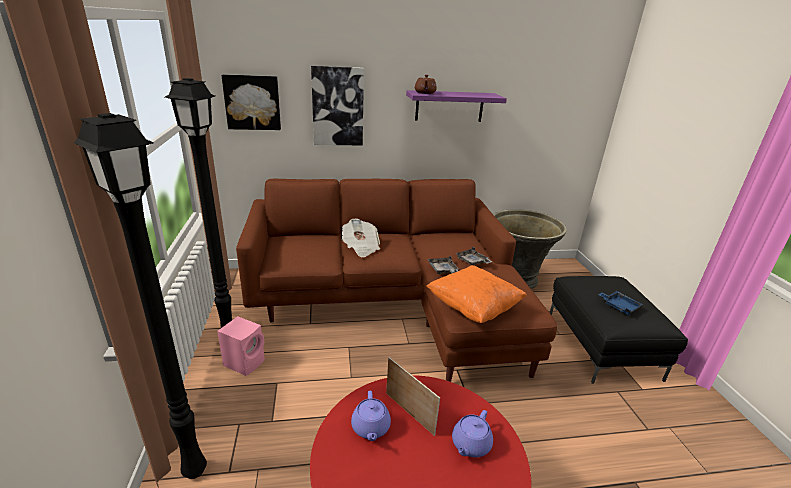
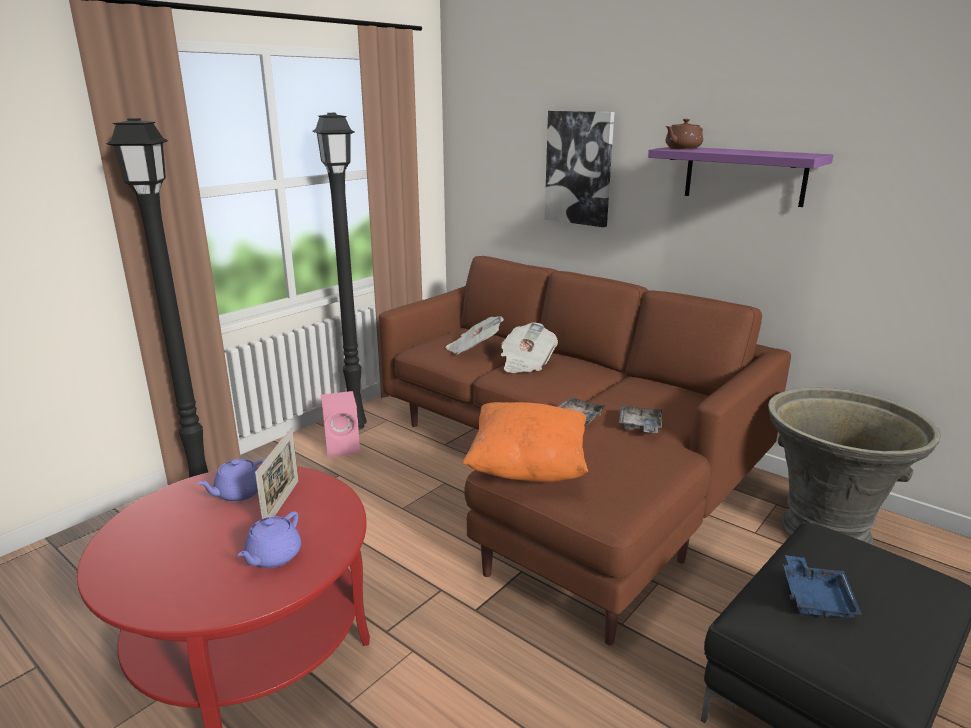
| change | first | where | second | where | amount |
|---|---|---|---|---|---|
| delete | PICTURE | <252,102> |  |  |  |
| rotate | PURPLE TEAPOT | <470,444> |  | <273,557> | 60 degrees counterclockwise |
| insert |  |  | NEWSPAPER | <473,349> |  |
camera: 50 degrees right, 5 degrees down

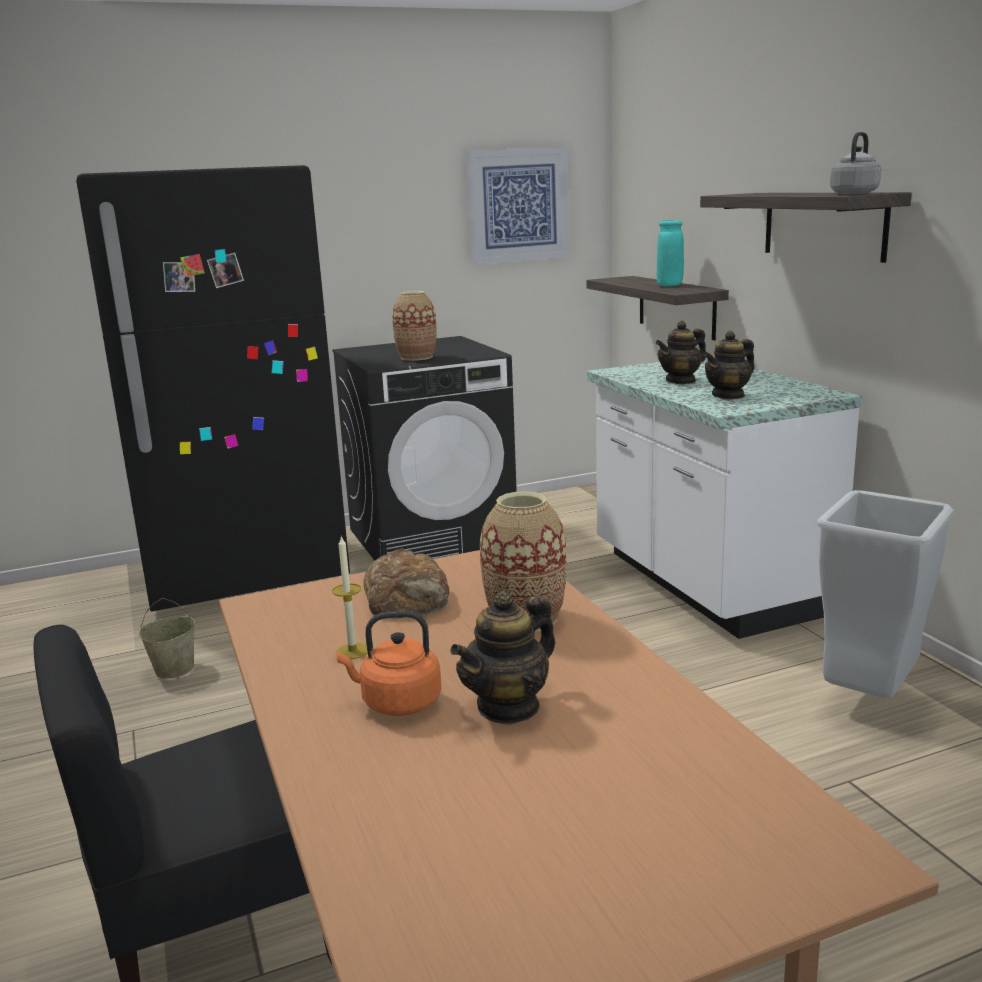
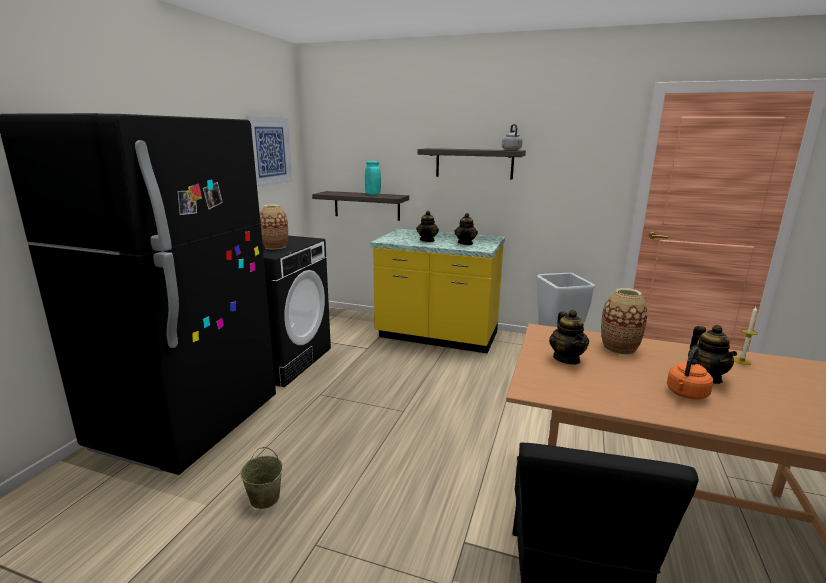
| change | first | where | second | where | amount |
|---|---|---|---|---|---|
| recolor | WHITE COUNTER | <706,583> | YELLOW COUNTER | <437,336> |  |
| move | CANDLE | <352,651> |  | <742,361> |  |
| replace | BREAD | <409,597> | TEAPOT | <567,359> |  |
camera: 50 degrees left, 0 degrees up

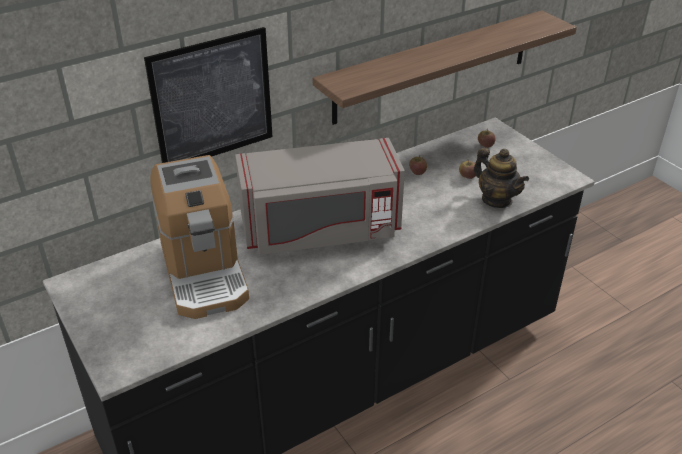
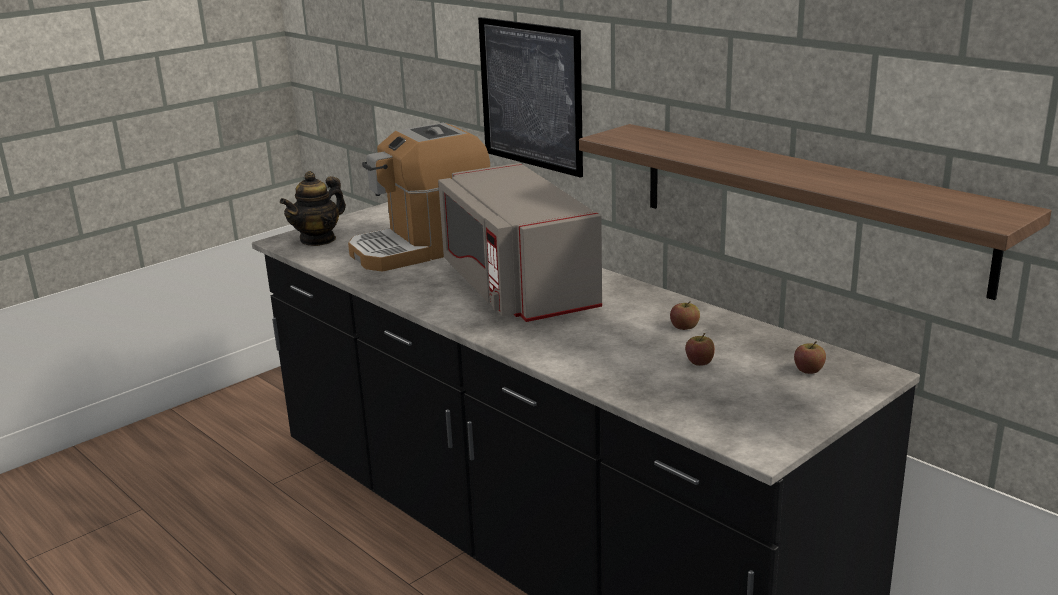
| change | first | where | second | where | amount |
|---|---|---|---|---|---|
| move | TEAPOT | <496,200> |  | <318,239> |  |
camera: 80 degrees right, 15 degrees down

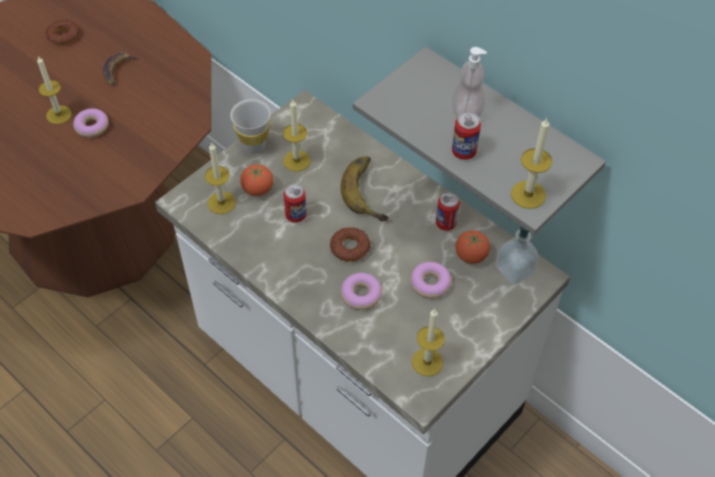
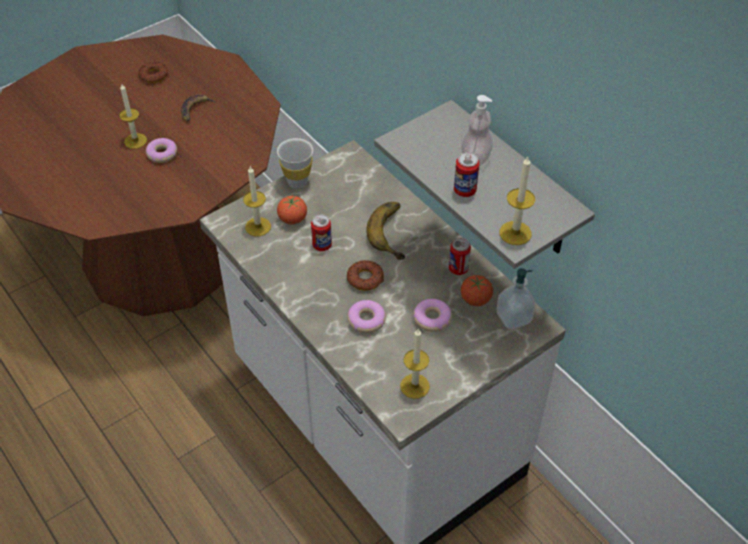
| change | first | where | second | where | amount |
|---|---|---|---|---|---|
| delete | CANDLE | <296,161> |  |  |  |
camera: 10 degrees right, 5 degrees down

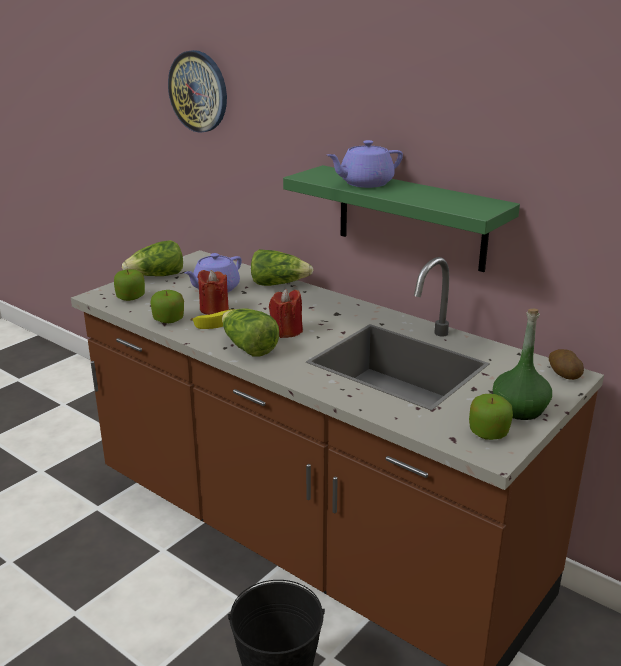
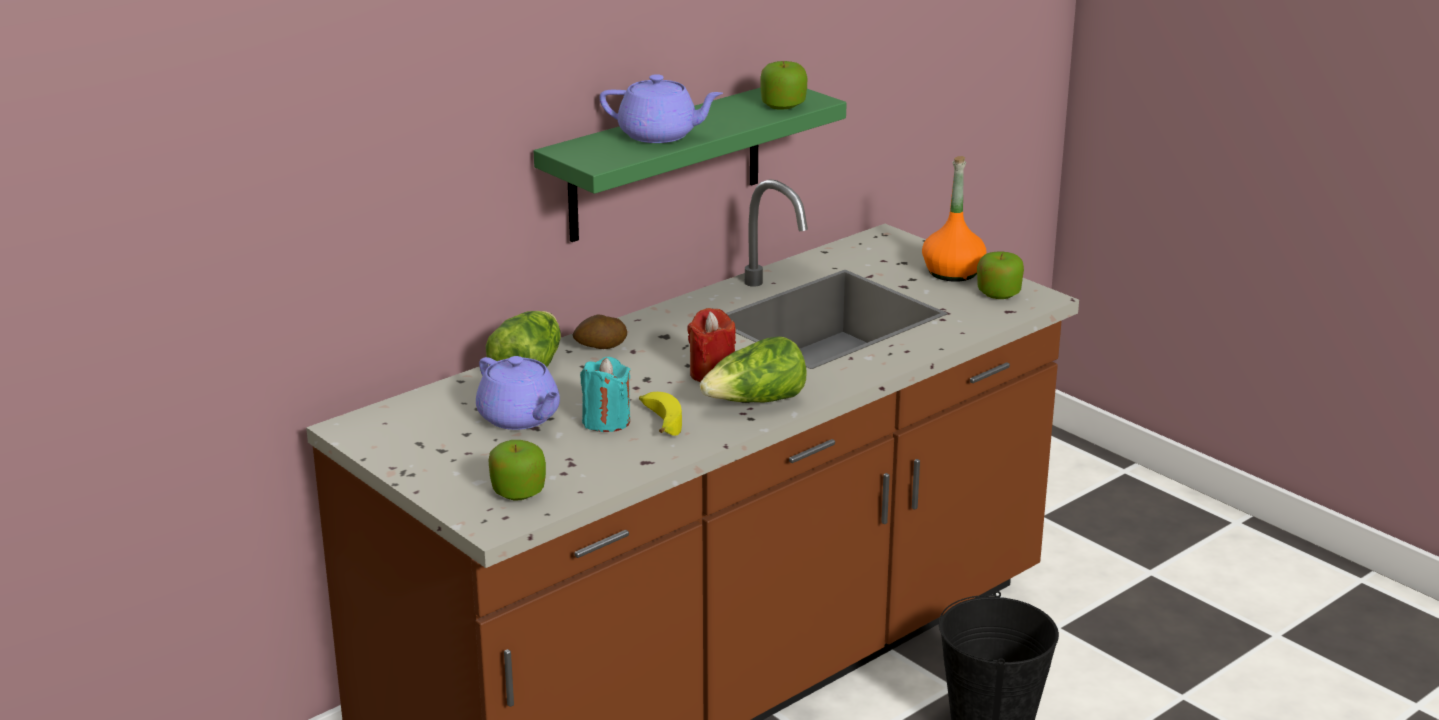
| change | first | where | second | where | amount |
|---|---|---|---|---|---|
| delete | WALL CLOCK | <198,91> |  |  |  |
| rotate | PURPLE TEAPOT | <365,183> |  | <660,135> | 60 degrees counterclockwise |
| delete | LETTUCE | <157,276> |  |  |  |
| recolor | RED CANDLE | <214,309> | TURQUOISE CANDLE | <606,421> |  |
| move | APPLE | <168,320> |  | <783,105> |  |
| recolor | GREEN BOTTLE | <519,409> | ORANGE BOTTLE | <952,272> |  |
| move | POTATO | <563,374> |  | <600,347> |  |
camera: 80 degrees left, 0 degrees up

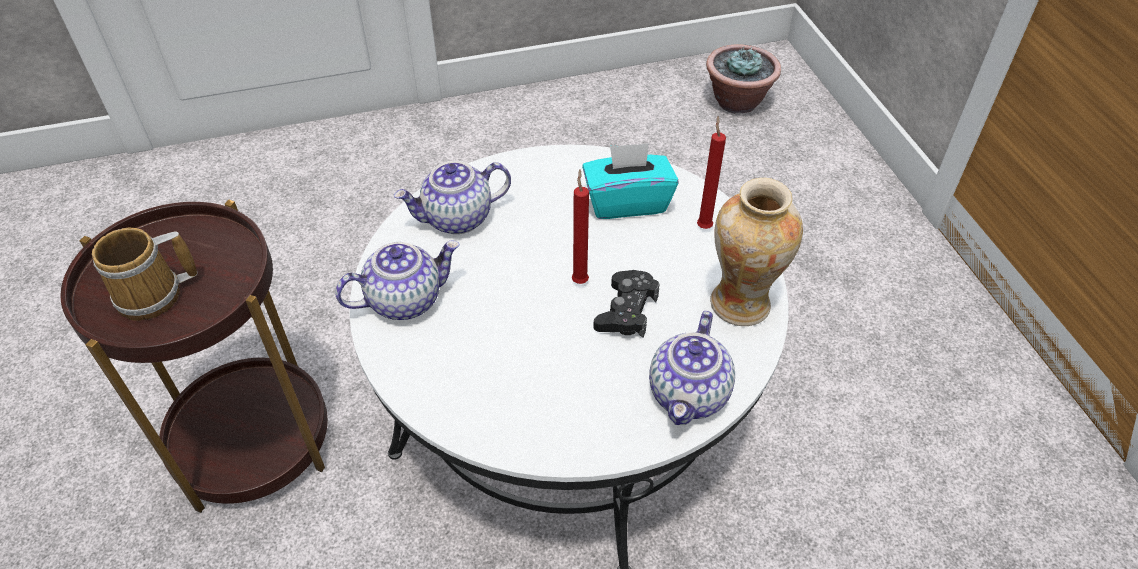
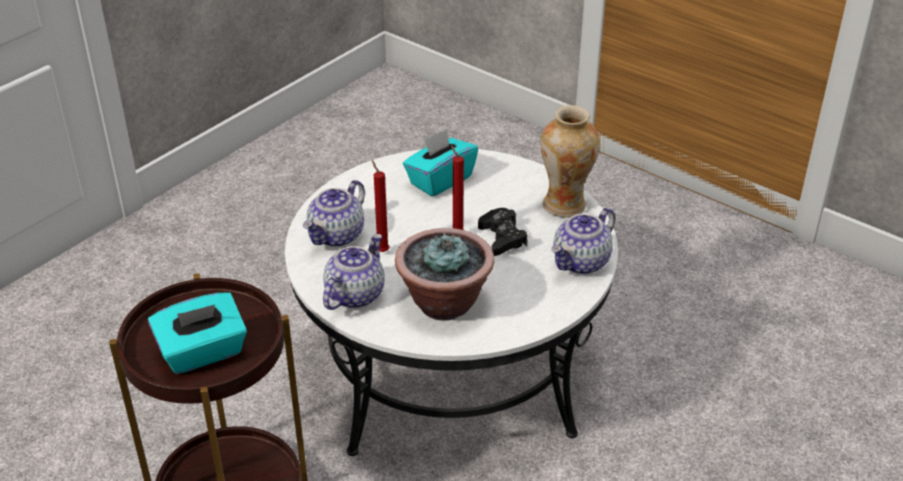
| change | first | where | second | where | amount |
|---|---|---|---|---|---|
| move | POTTED PLANT | <737,102> |  | <444,303> |  |
| move | RED CANDLE | <704,226> |  | <381,250> |  |
| replace | MUG | <154,296> | TURQUOISE TISSUE BOX | <203,353> |  |
| rotate | TEAPOT | <689,395> |  | <581,262> | 60 degrees clockwise |
camera: 35 degrees left, 10 degrees down

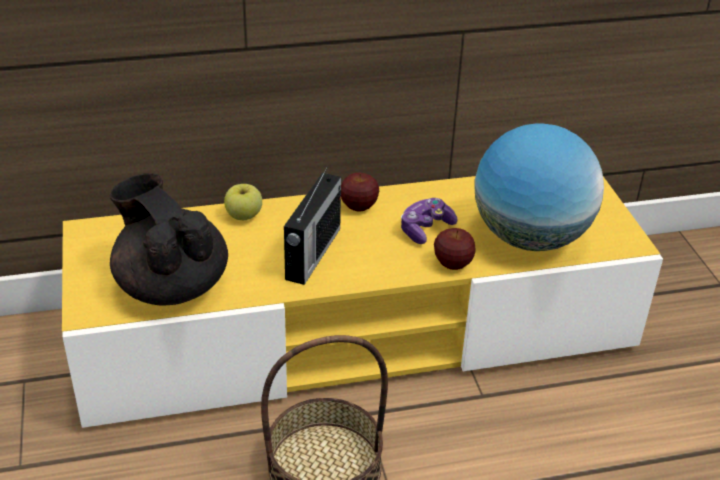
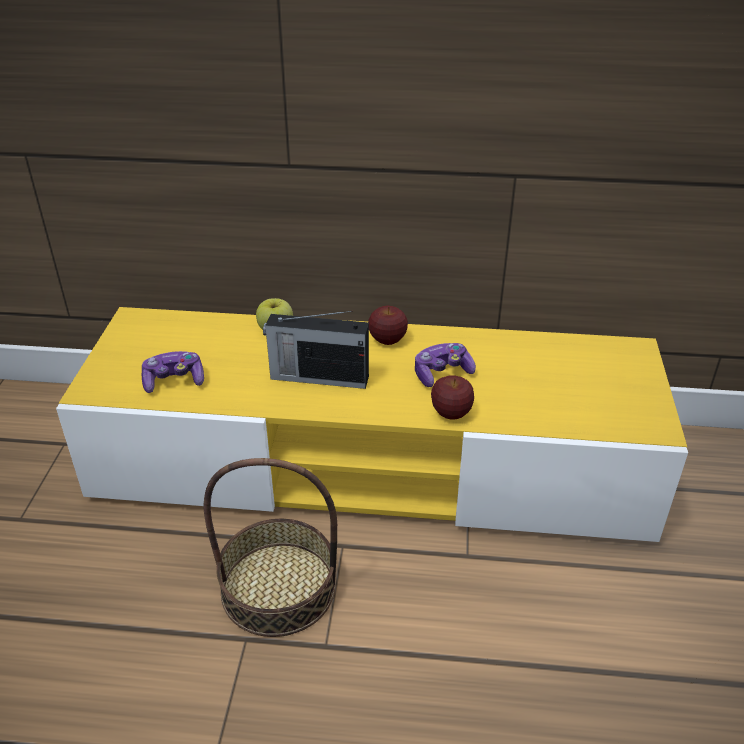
| change | first | where | second | where | amount |
|---|---|---|---|---|---|
| delete | GLOBE | <530,237> |  |  |  |
| rotate | RADIO | <312,254> |  | <317,377> | 60 degrees clockwise |
| replace | BLACK TEAPOT | <171,285> | GAME CONTROLLER | <174,381> |  |
camera: 20 degrees right, 0 degrees up

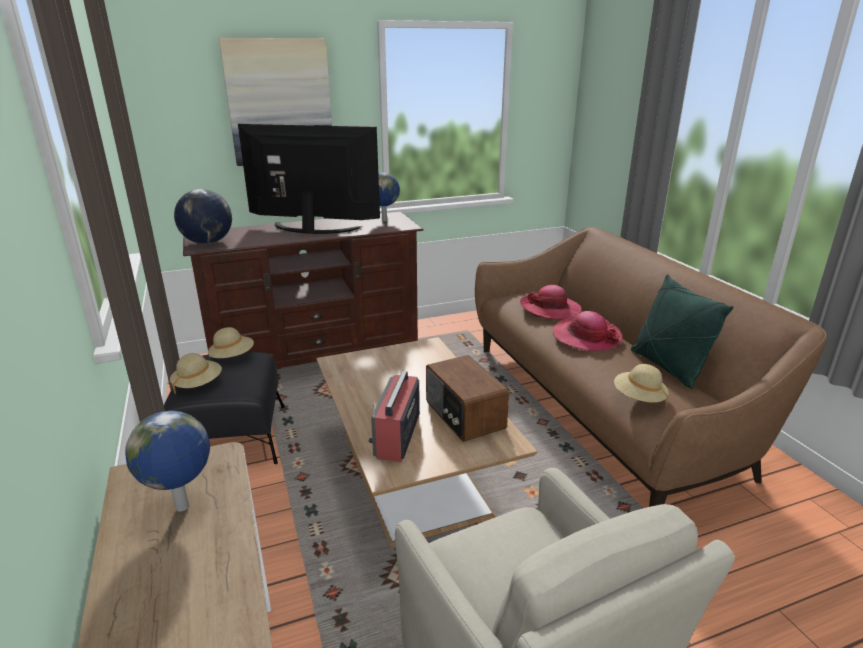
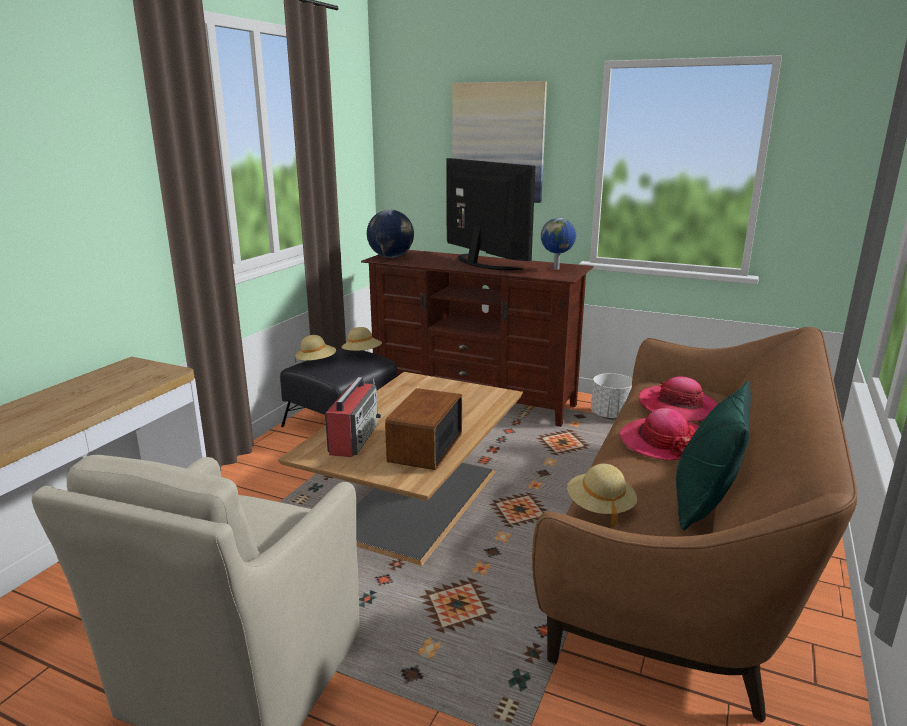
| change | first | where | second | where | amount |
|---|---|---|---|---|---|
| rotate | RADIO | <397,436> |  | <354,438> | 135 degrees clockwise |
| delete | GLOBE | <183,508> |  |  |  |
| insert |  |  | WHITE PLANTER | <610,415> |  |
camera: 45 degrees right, 5 degrees down

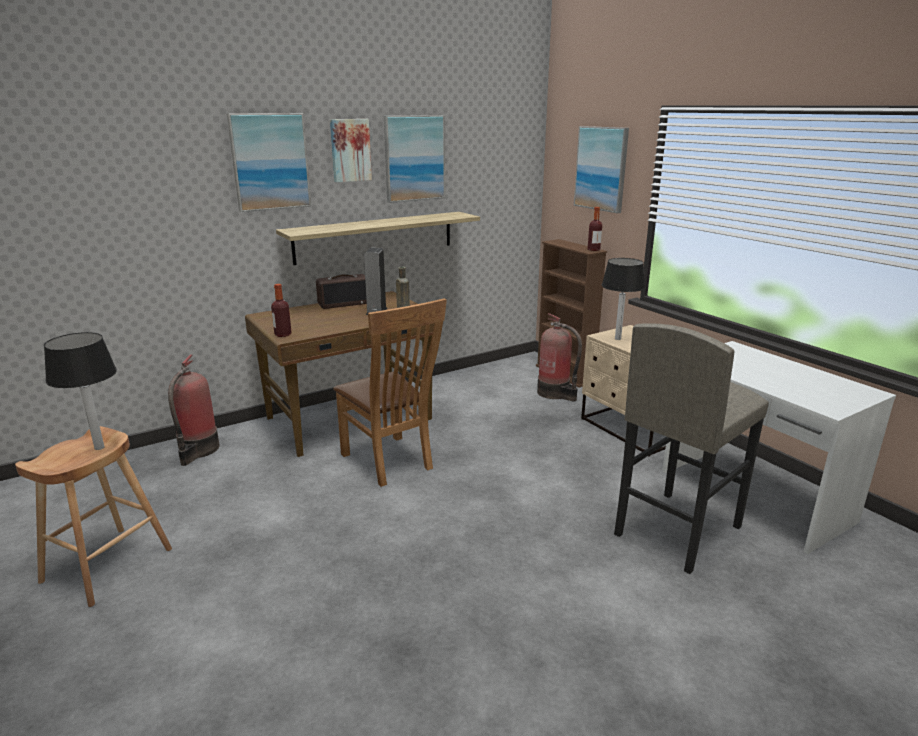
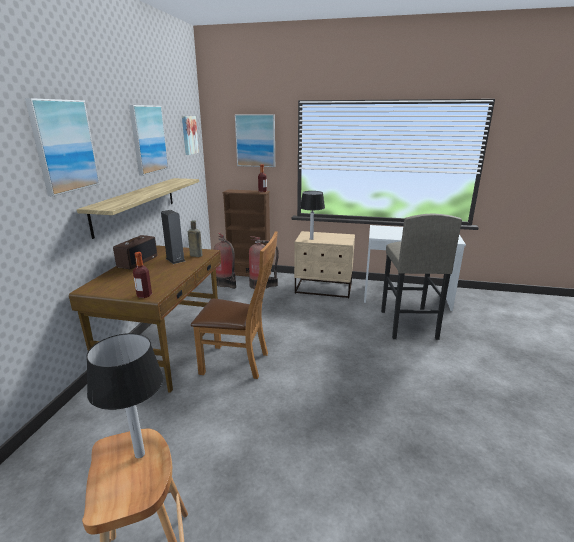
| change | first | where | second | where | amount |
|---|---|---|---|---|---|
| move | PICTURE | <350,150> |  | <189,135> |  |
| move | FIRE EXTINGUISHER | <197,450> |  | <226,283> |  |
camera: 45 degrees left, 0 degrees up

